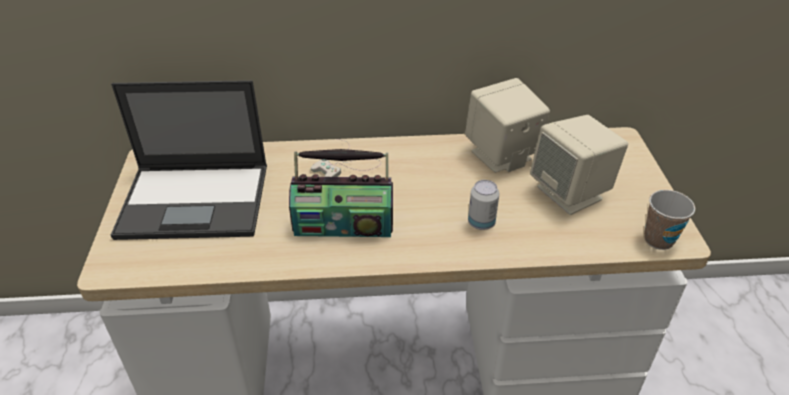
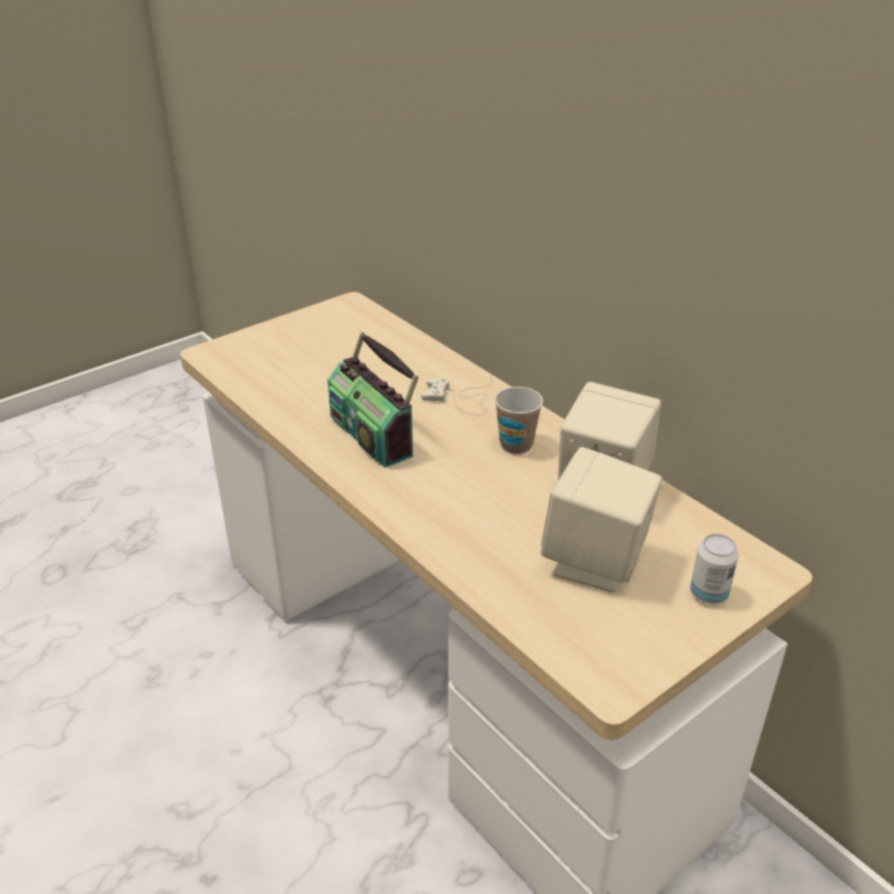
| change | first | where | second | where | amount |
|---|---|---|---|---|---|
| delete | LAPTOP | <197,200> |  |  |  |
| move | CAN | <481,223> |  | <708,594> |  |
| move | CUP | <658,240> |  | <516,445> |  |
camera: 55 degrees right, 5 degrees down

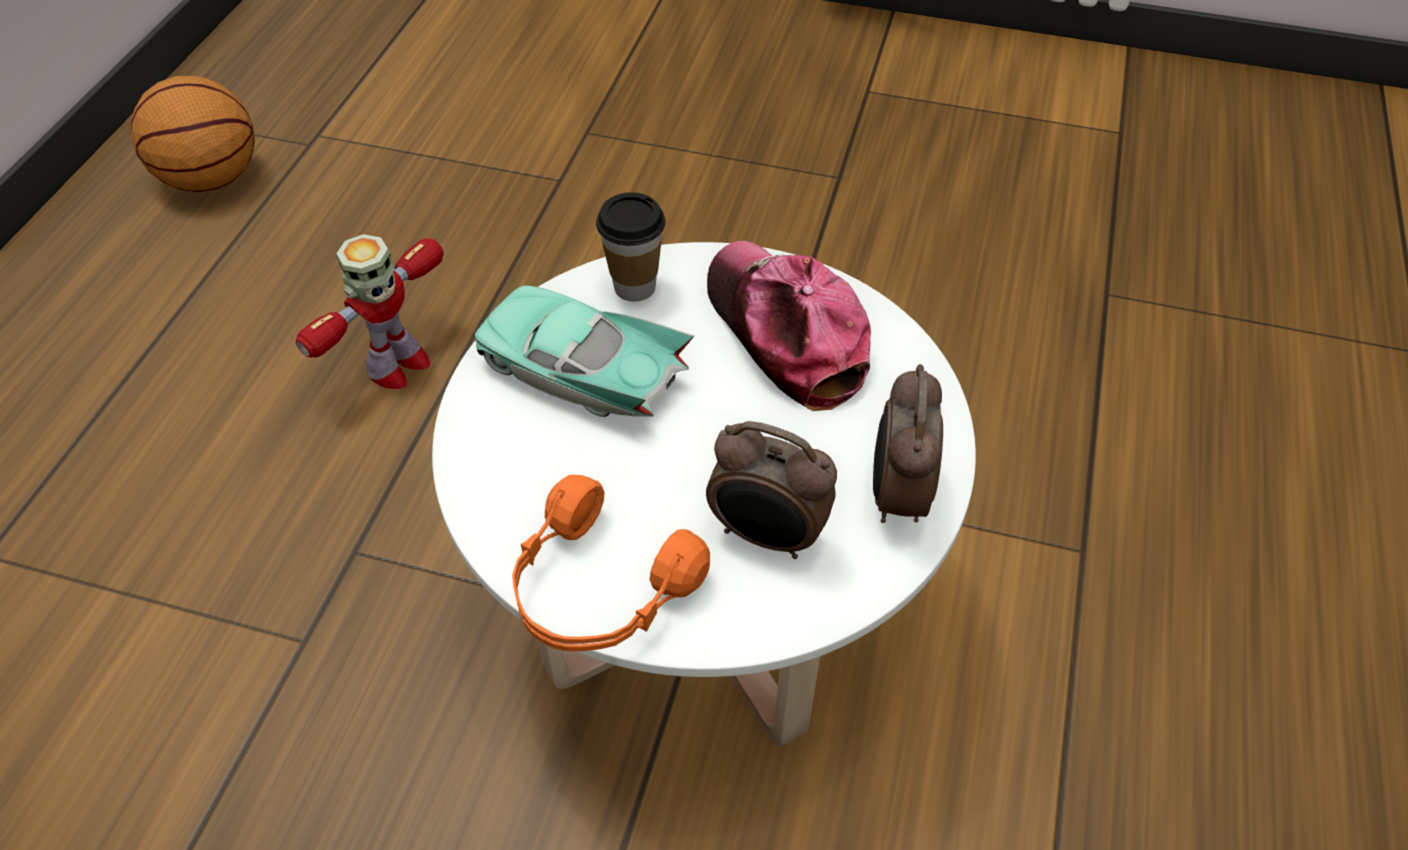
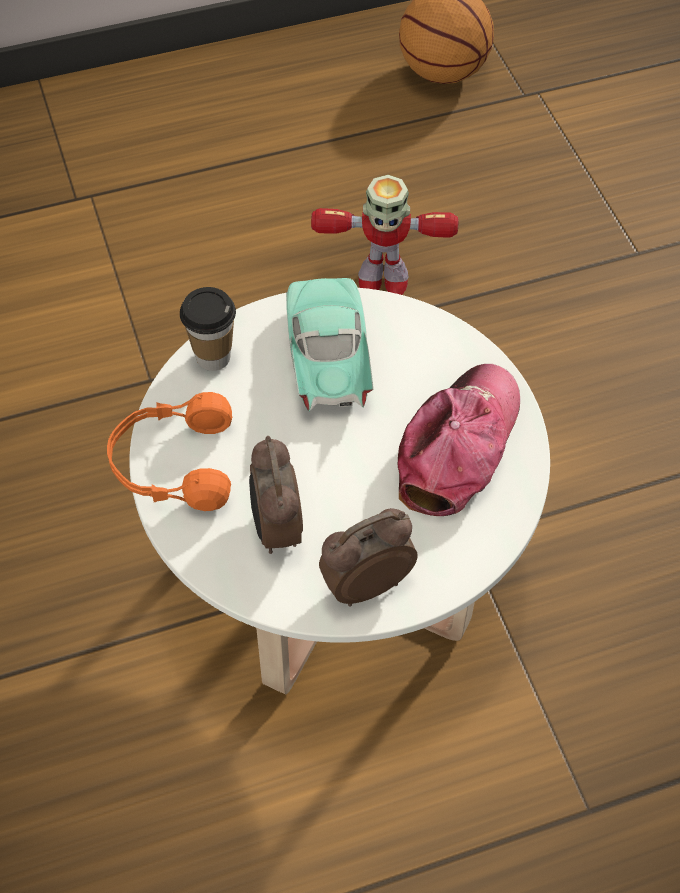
| change | first | where | second | where | amount |
|---|---|---|---|---|---|
| move | CUP | <635,287> |  | <213,357> |  |
camera: 55 degrees right, 5 degrees up

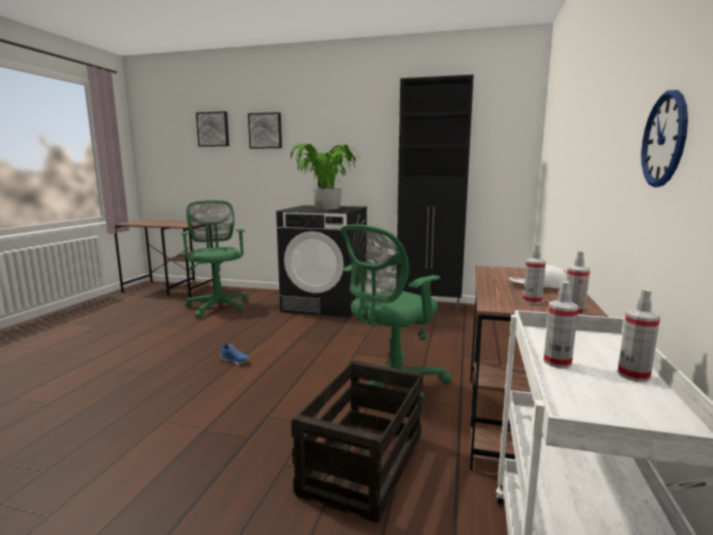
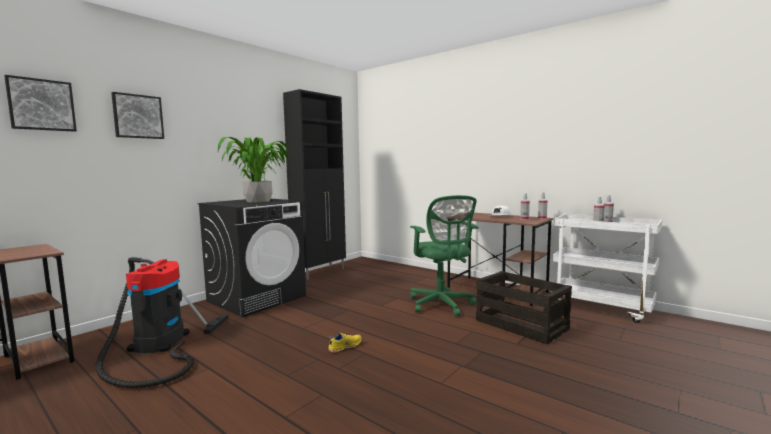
| change | first | where | second | where | amount |
|---|---|---|---|---|---|
| delete | WALL CLOCK | <664,139> |  |  |  |
| replace | GREEN OFFICE CHAIR | <218,306> | VACUUM CLEANER | <157,345> |  |
| recolor | BLUE SHOE | <235,360> | YELLOW SHOE | <344,347> |  |
camera: 65 degrees left, 5 degrees down

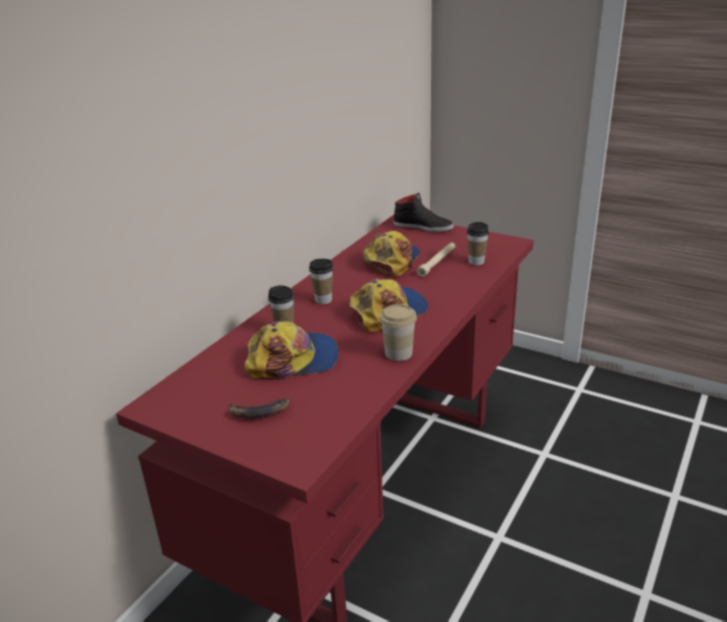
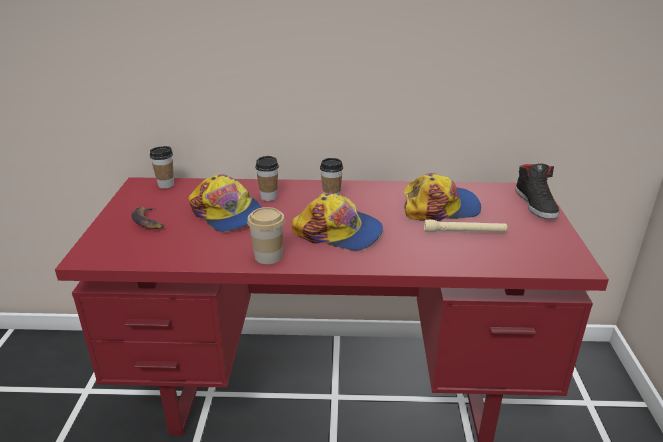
| change | first | where | second | where | amount |
|---|---|---|---|---|---|
| move | CUP | <476,262> |  | <166,185> |  |
camera: 60 degrees right, 0 degrees up

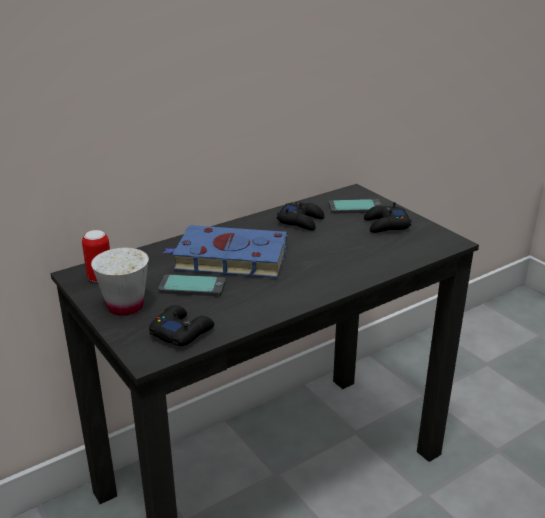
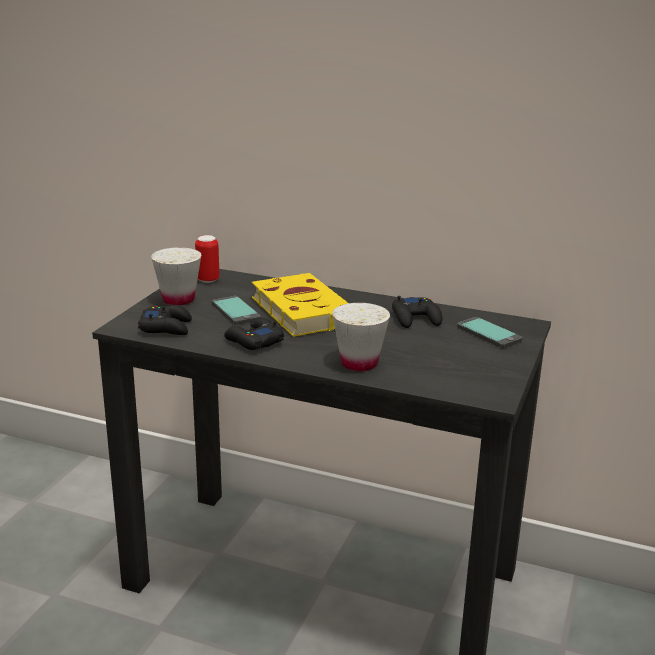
| change | first | where | second | where | amount |
|---|---|---|---|---|---|
| move | BLACK GAME CONTROLLER | <386,225> |  | <254,341> |  |
| recolor | BLUE BOOK | <228,258> | YELLOW BOOK | <300,310> |  |
| insert |  |  | WHITE CUP | <359,363> |  |
camera: 55 degrees right, 5 degrees down

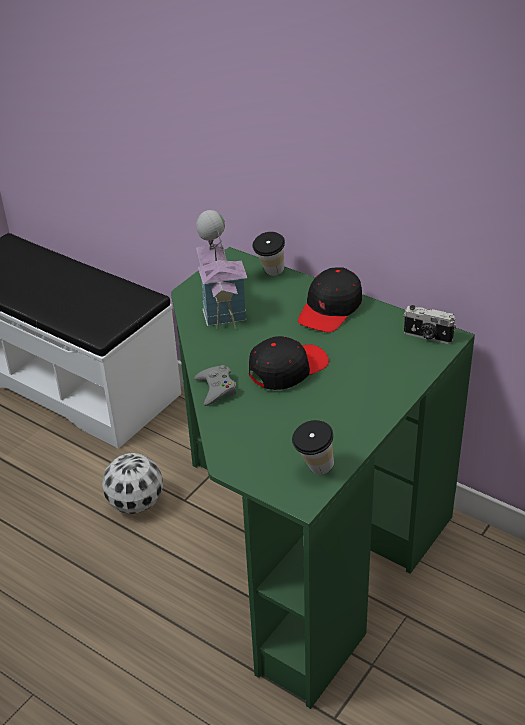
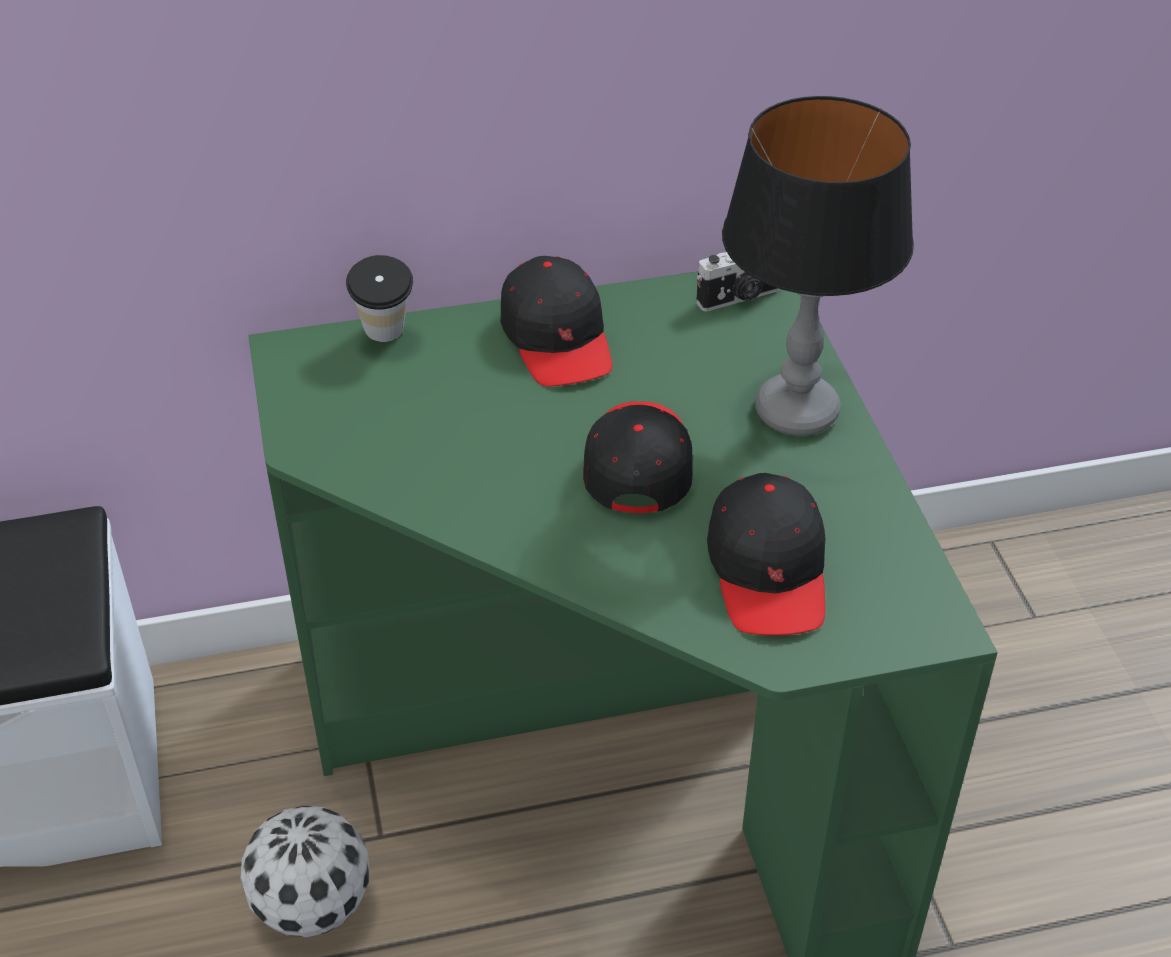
| change | first | where | second | where | amount |
|---|---|---|---|---|---|
| delete | TOY HOUSE | <221,304> |  |  |  |
| delete | GREY GAME CONTROLLER | <216,389> |  |  |  |
| delete | CUP | <314,470> |  |  |  |
| insert |  |  | TABLE LAMP | <797,412> |  |
| insert |  |  | BLACK CAP | <768,571> |  |
camera: 50 degrees left, 5 degrees up

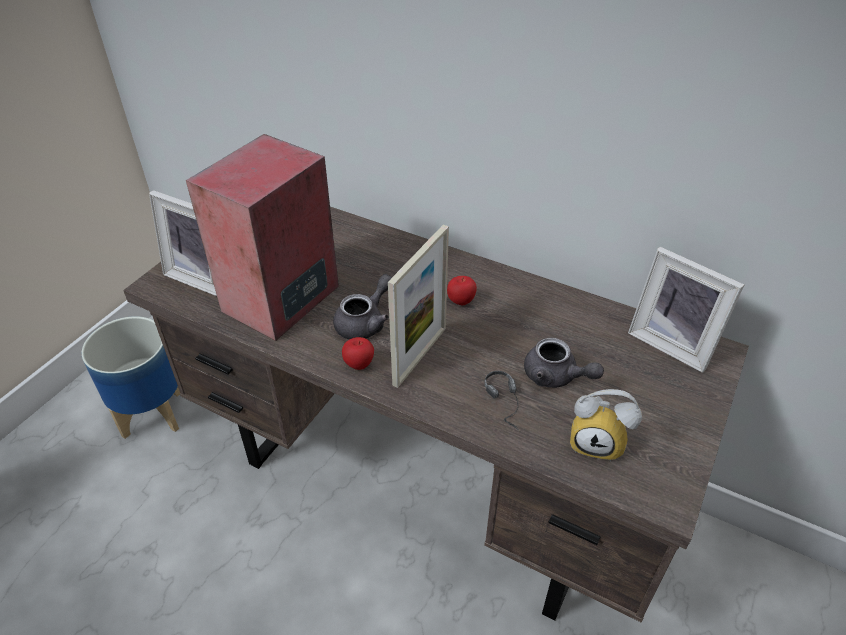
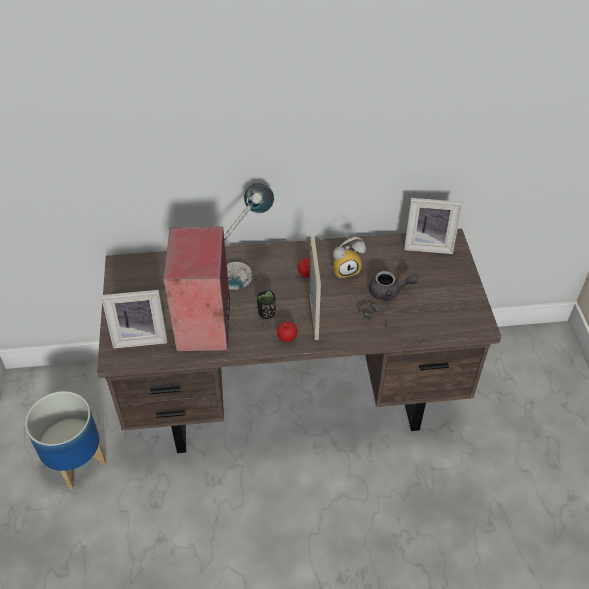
| change | first | where | second | where | amount |
|---|---|---|---|---|---|
| replace | GREY TEAPOT | <365,322> | BLACK CUP | <267,313> |  |
| move | ALARM CLOCK | <598,442> |  | <346,269> |  |
| insert |  |  | TABLE LAMP | <245,269> |  |
camera: 35 degrees left, 5 degrees up

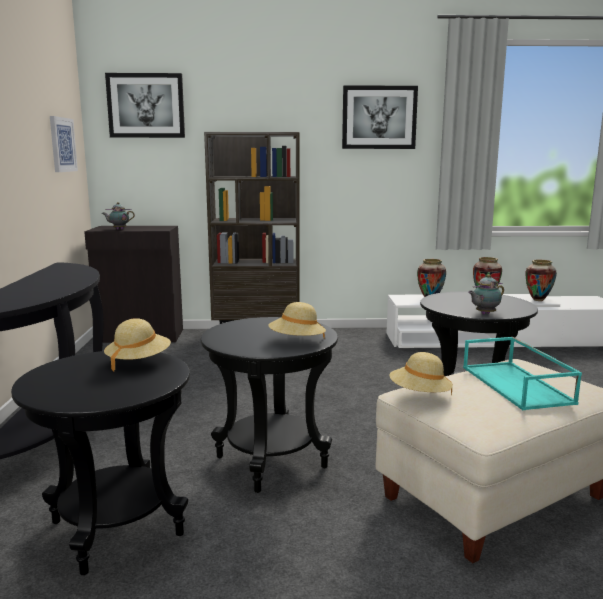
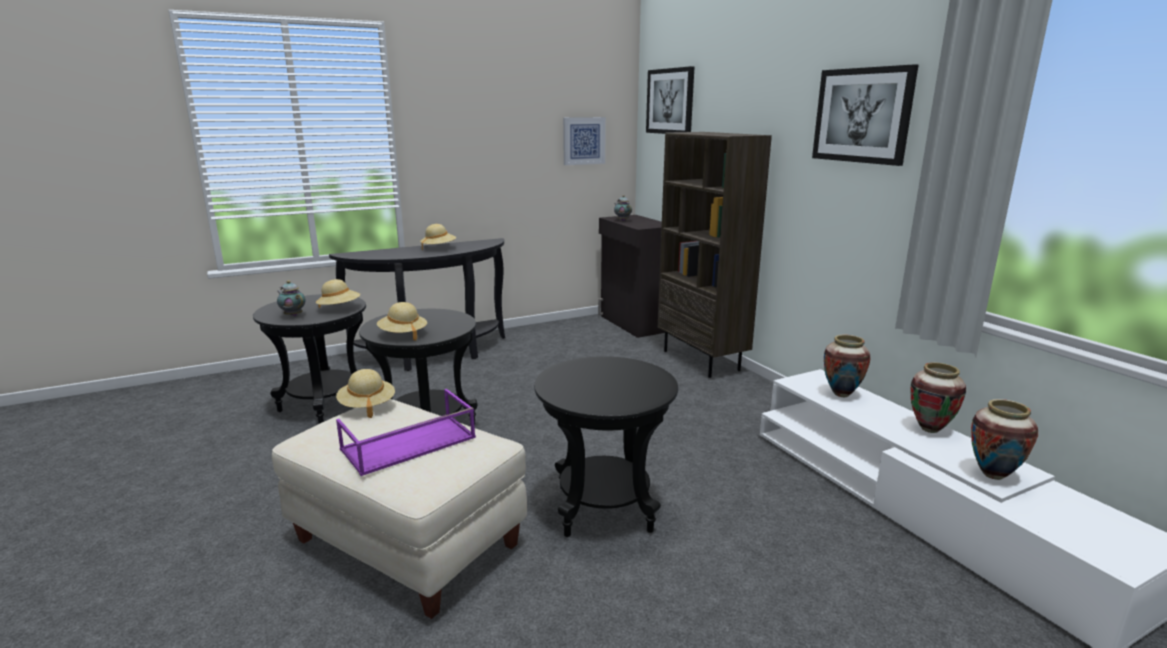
| change | first | where | second | where | amount |
|---|---|---|---|---|---|
| move | TEAPOT | <484,314> |  | <293,315> |  |
| recolor | TURQUOISE TRAY | <518,385> | PURPLE TRAY | <408,444> |  |
| insert |  |  | BEIGE HAT | <438,248> |  |
camera: 65 degrees right, 5 degrees up

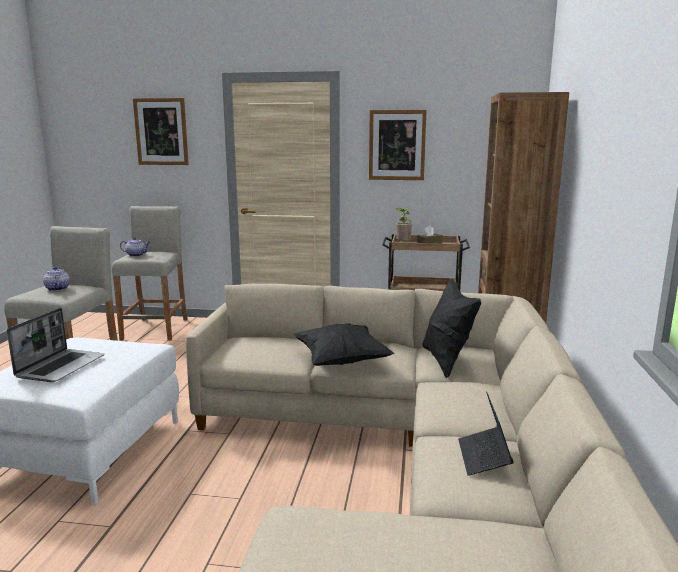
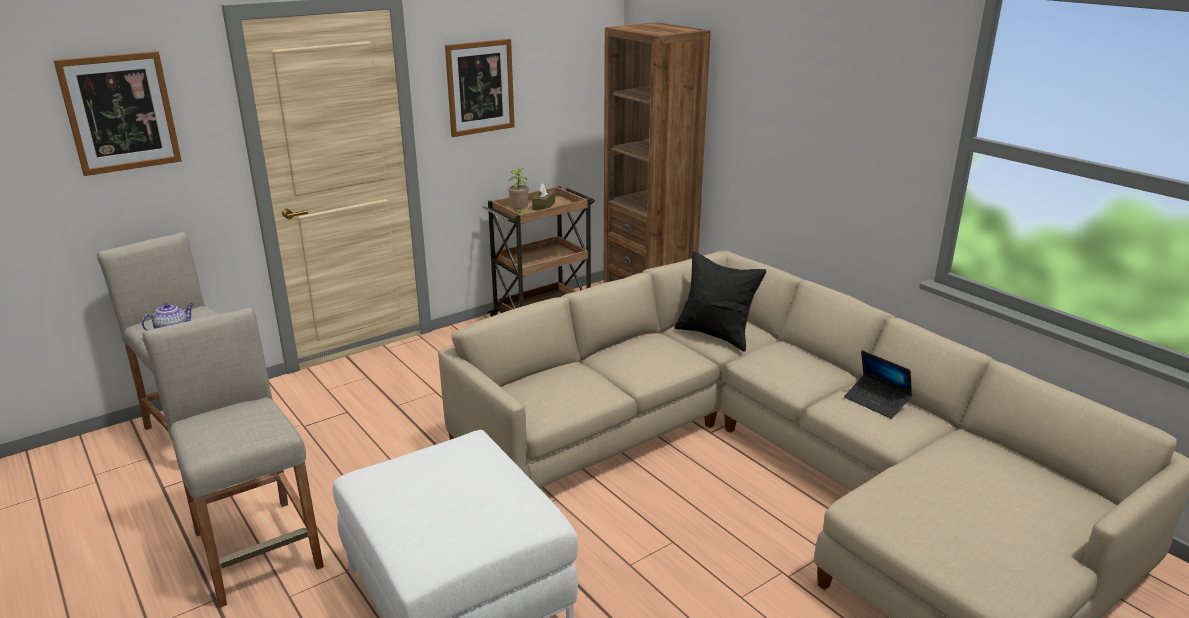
| change | first | where | second | where | amount |
|---|---|---|---|---|---|
| delete | TEAPOT | <57,289> |  |  |  |
| delete | LAPTOP | <61,366> |  |  |  |
| delete | BLACK PILLOW | <342,362> |  |  |  |
camera: 45 degrees left, 10 degrees up

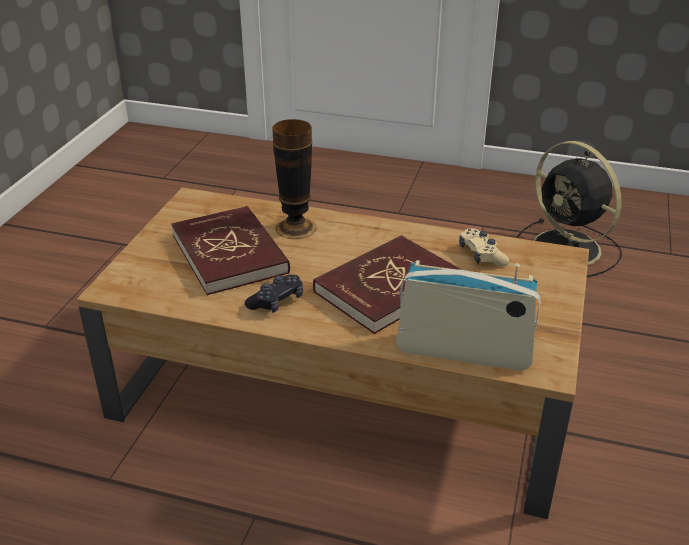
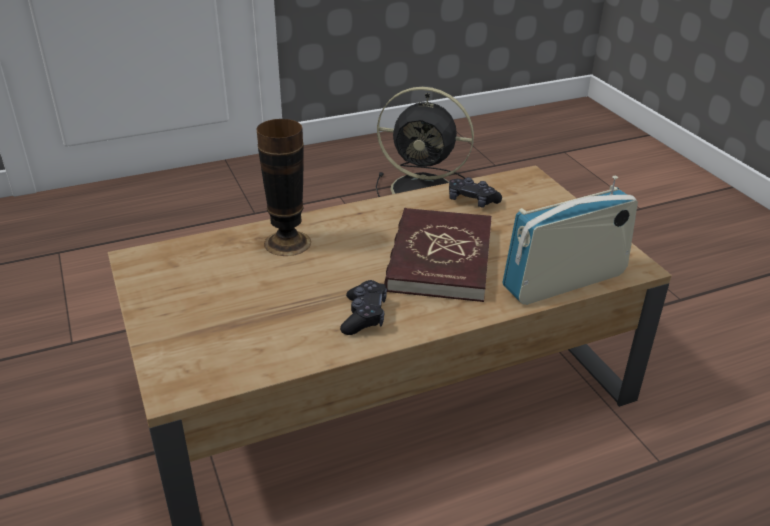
| change | first | where | second | where | amount |
|---|---|---|---|---|---|
| delete | RED BOOK | <230,254> |  |  |  |
| recolor | BEIGE GAME CONTROLLER | <481,255> | BLACK GAME CONTROLLER | <472,201> |  |
camera: 40 degrees left, 0 degrees up

